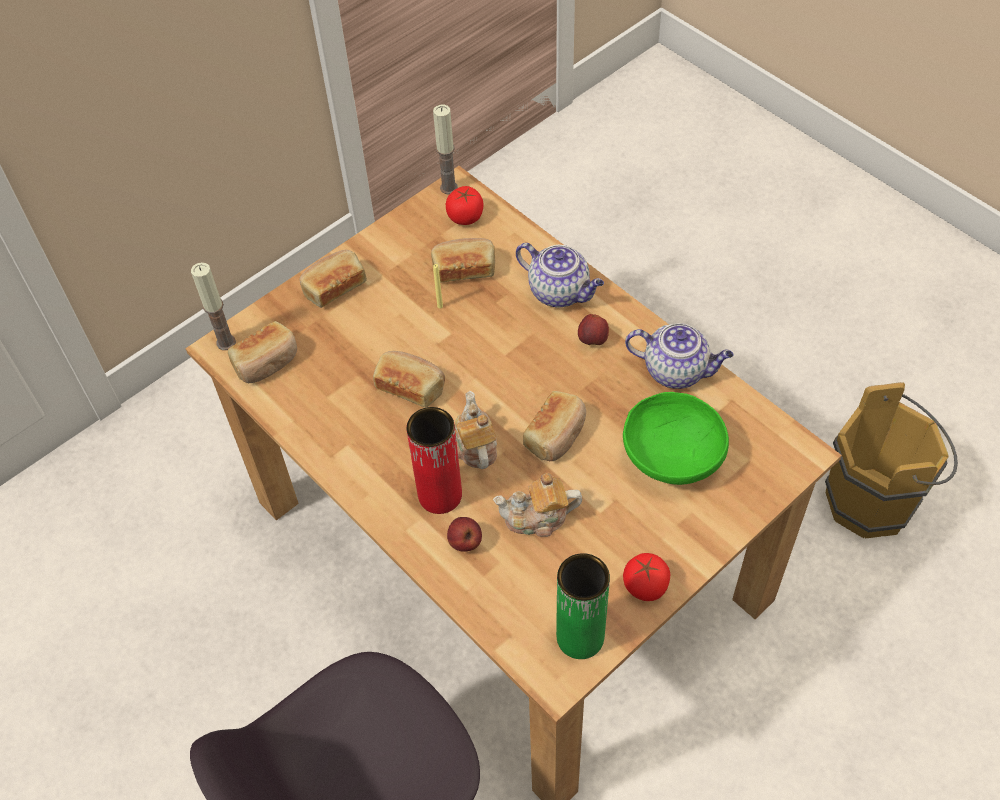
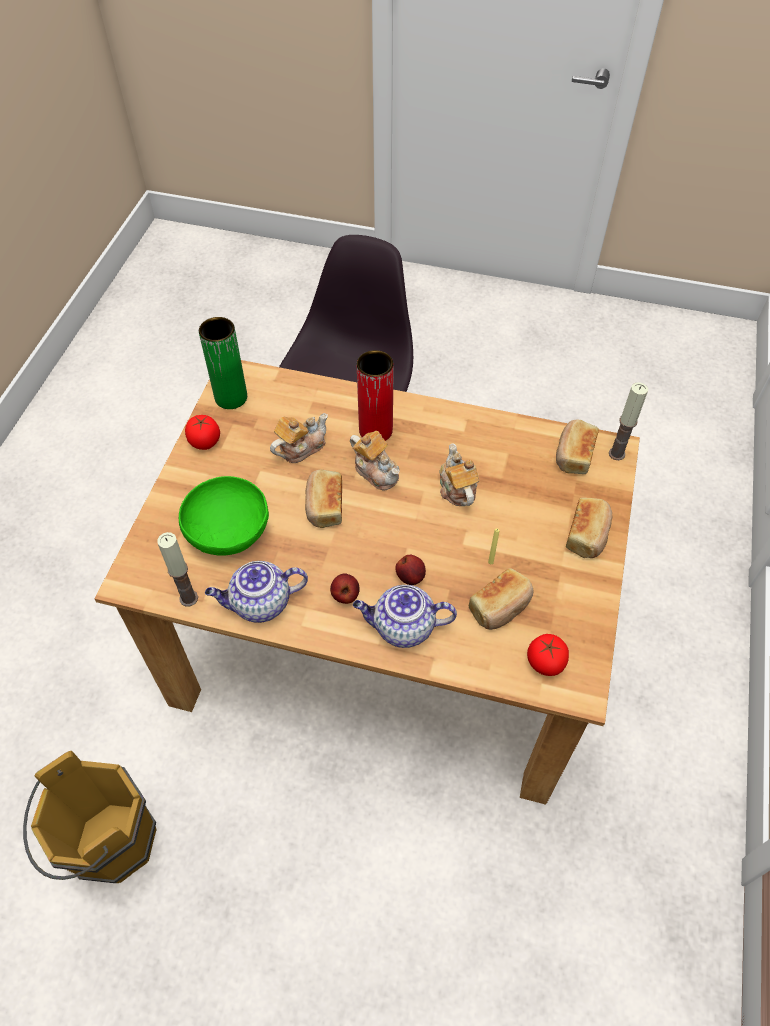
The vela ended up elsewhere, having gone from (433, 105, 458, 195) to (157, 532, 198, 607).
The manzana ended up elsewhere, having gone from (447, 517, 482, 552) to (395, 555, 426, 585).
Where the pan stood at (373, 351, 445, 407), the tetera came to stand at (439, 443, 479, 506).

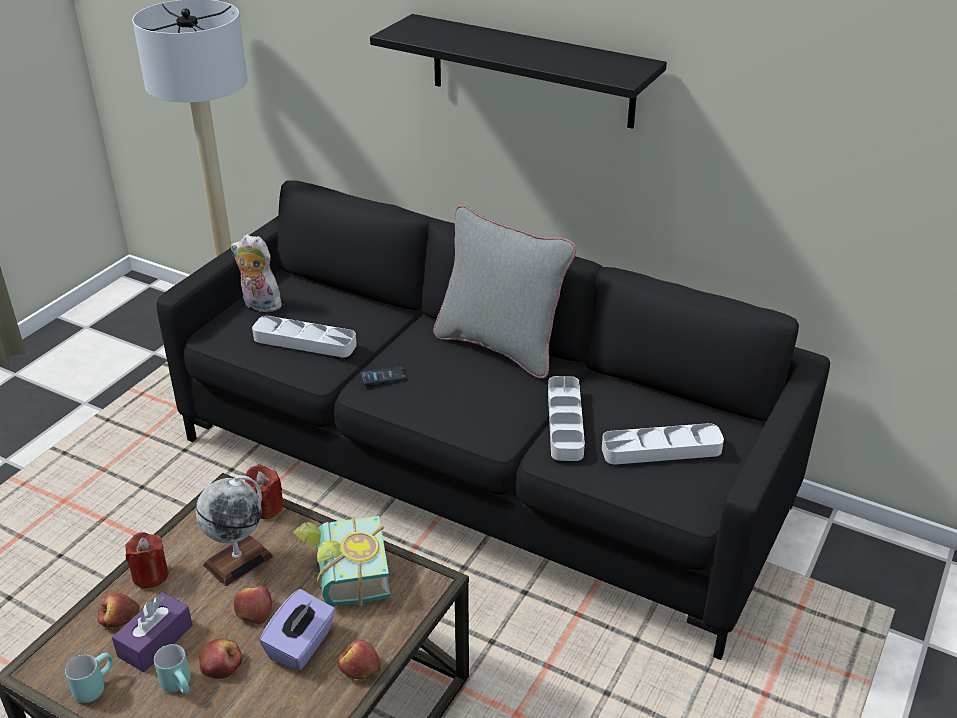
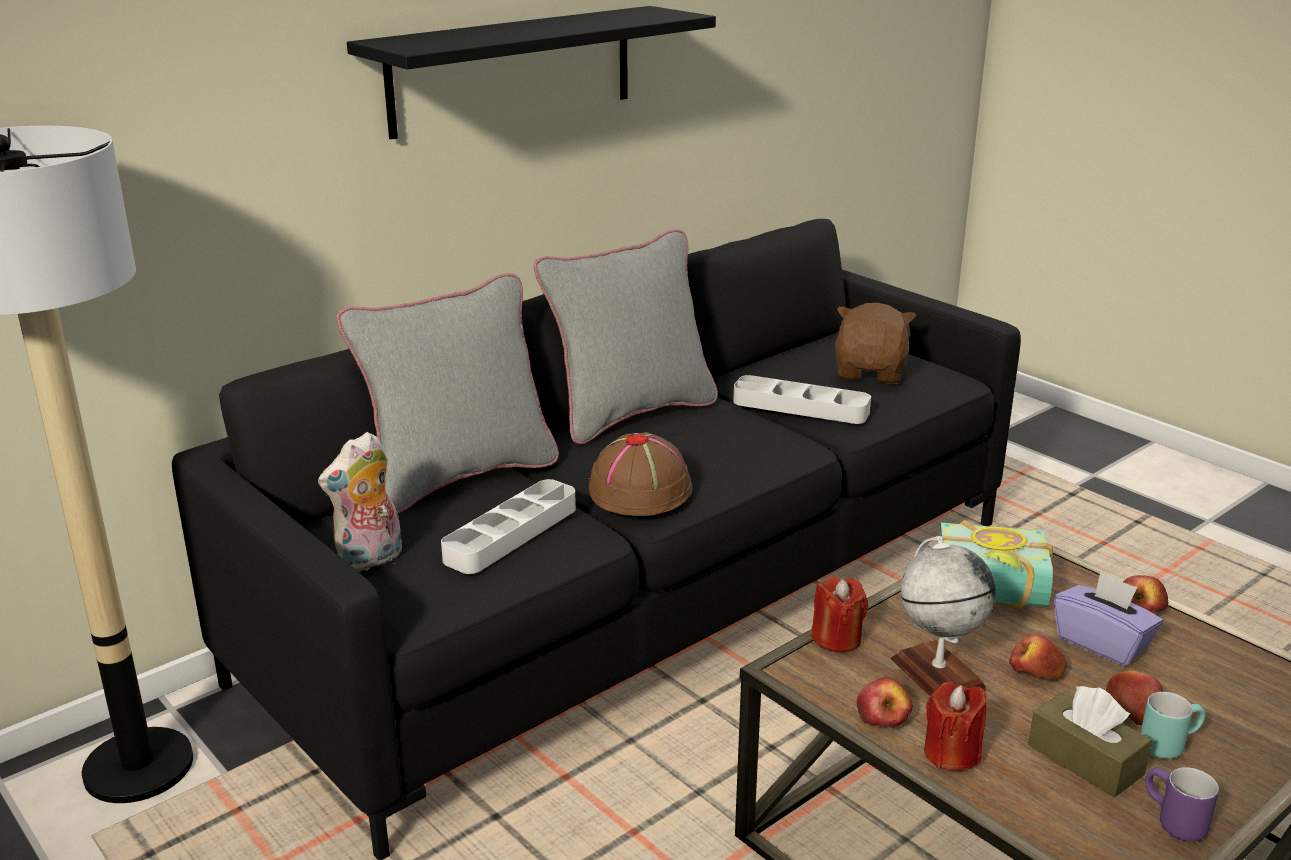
The second view gained the cojín (gris) at (336, 273, 559, 513).
The manzana ended up elsewhere, having gone from (98, 593, 140, 627) to (857, 677, 913, 727).
Where the móvil stood at (360, 366, 406, 385), the sombrero (marrón) came to stand at (589, 432, 693, 516).
Where the bandeja (gris) stood at (602, 423, 724, 465), the peluche (marrón) came to stand at (835, 303, 916, 384).
What was the taza grande (turquesa) at (65, 652, 113, 703) turned into the taza grande (morado) at (1145, 767, 1219, 842).
What was the caja de pañuelos (morado) at (112, 592, 193, 672) turned into the caja de pañuelos (marrón) at (1028, 686, 1152, 797).

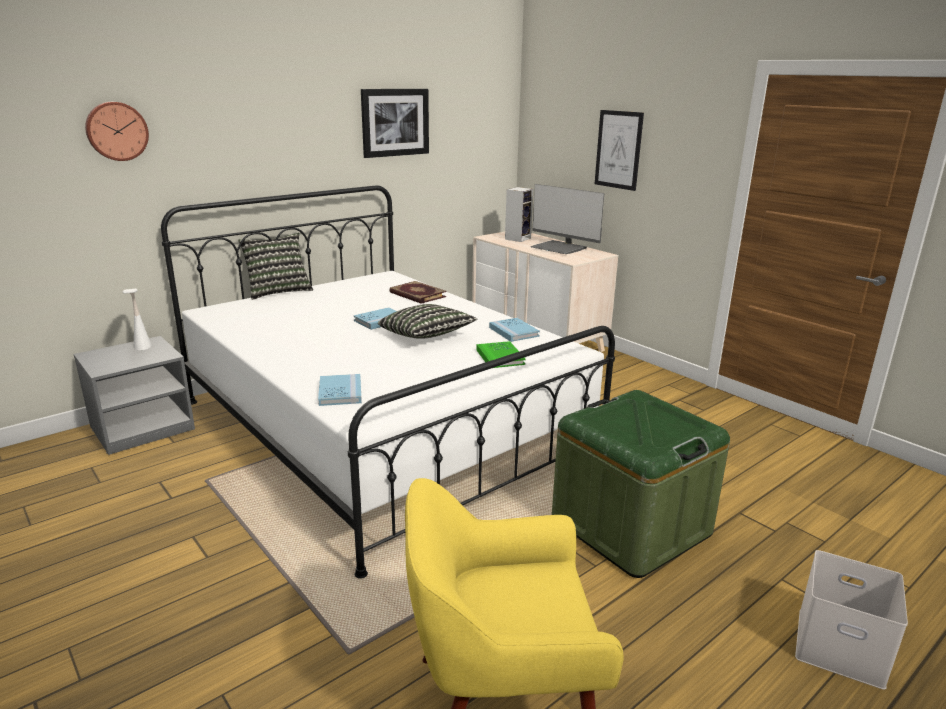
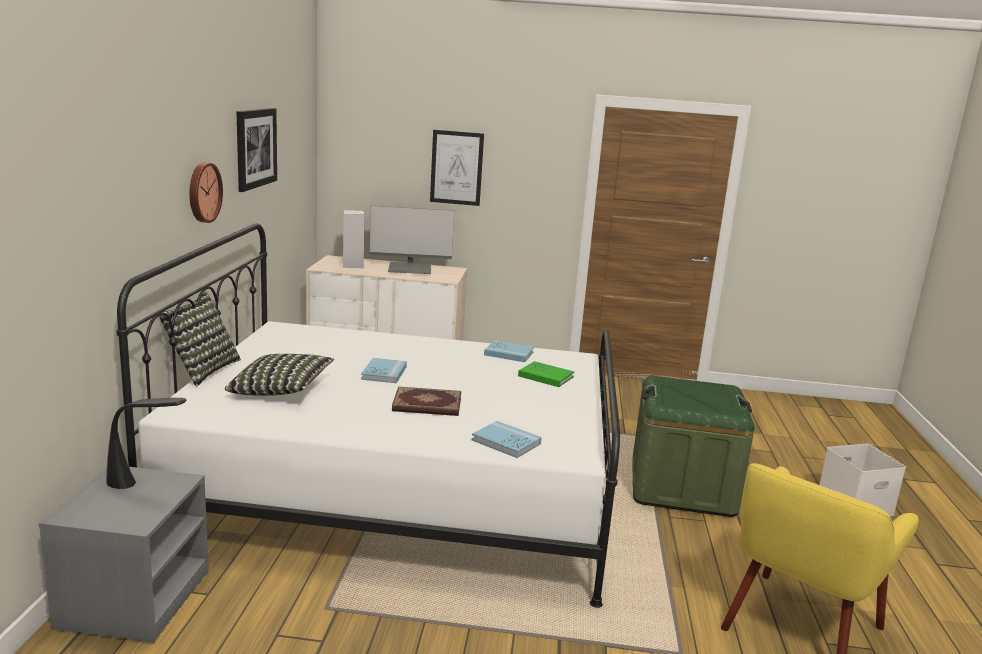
The reloj de pared ended up elsewhere, having gone from (85, 102, 149, 161) to (189, 162, 223, 223).
The cojín ended up elsewhere, having gone from (378, 304, 478, 339) to (225, 354, 334, 396).
The libro ended up elsewhere, having gone from (389, 281, 446, 304) to (392, 386, 461, 416).
What was the lámpara de mesa (blanco) at (123, 289, 152, 350) turned into the lámpara de mesa (negro) at (106, 398, 187, 489).

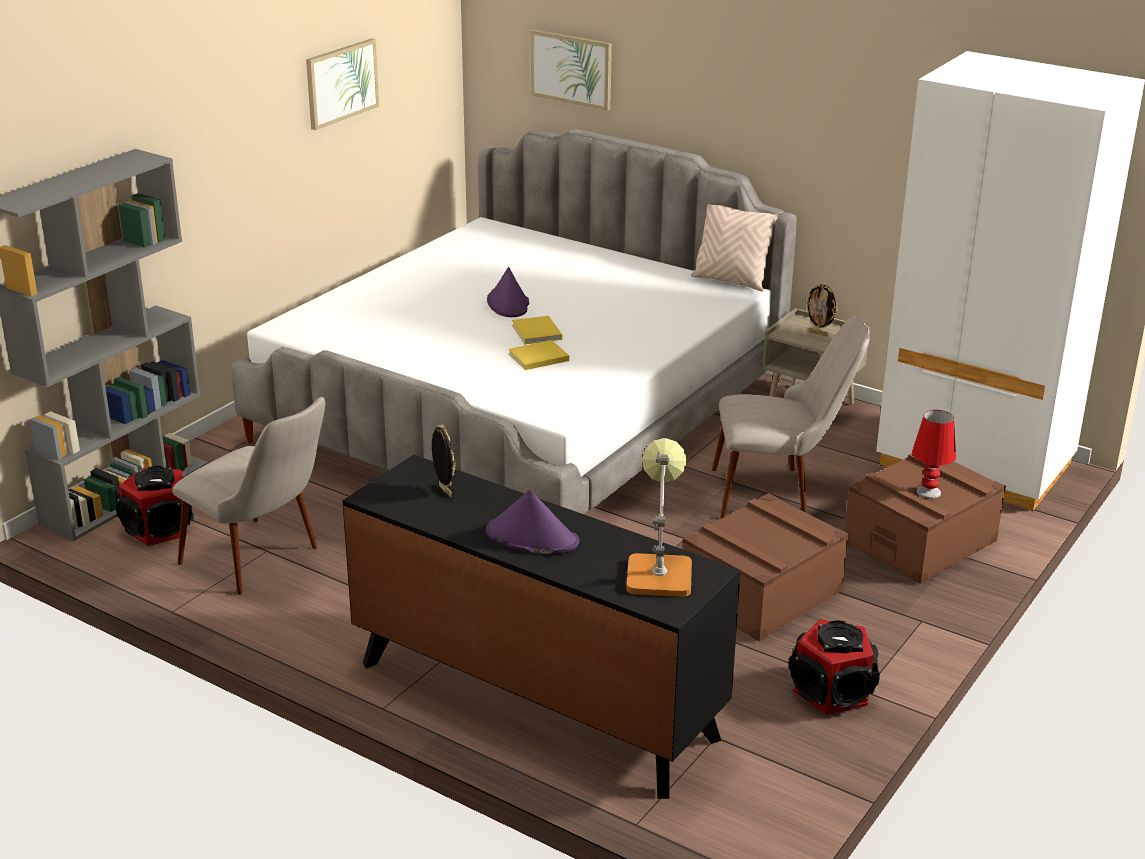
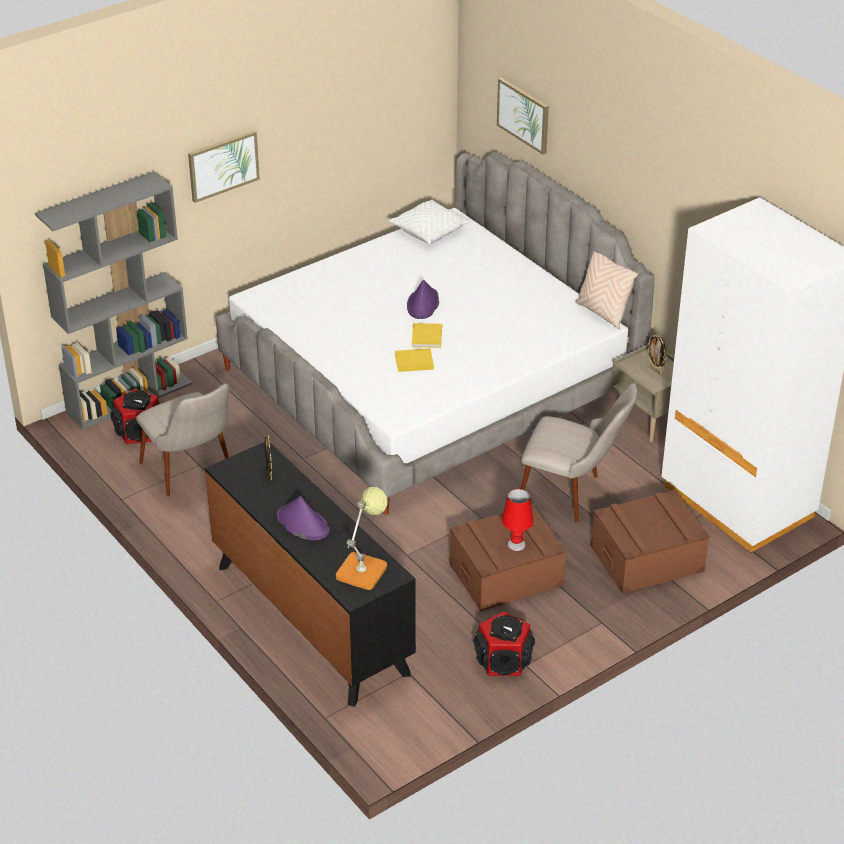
The second view gained the cojín (blanco) at (389, 199, 471, 244).
The cuadro ended up elsewhere, having gone from (306, 38, 379, 130) to (188, 130, 260, 203).
The lámpara de mesa (rojo) ended up elsewhere, having gone from (912, 410, 956, 498) to (502, 489, 534, 551).

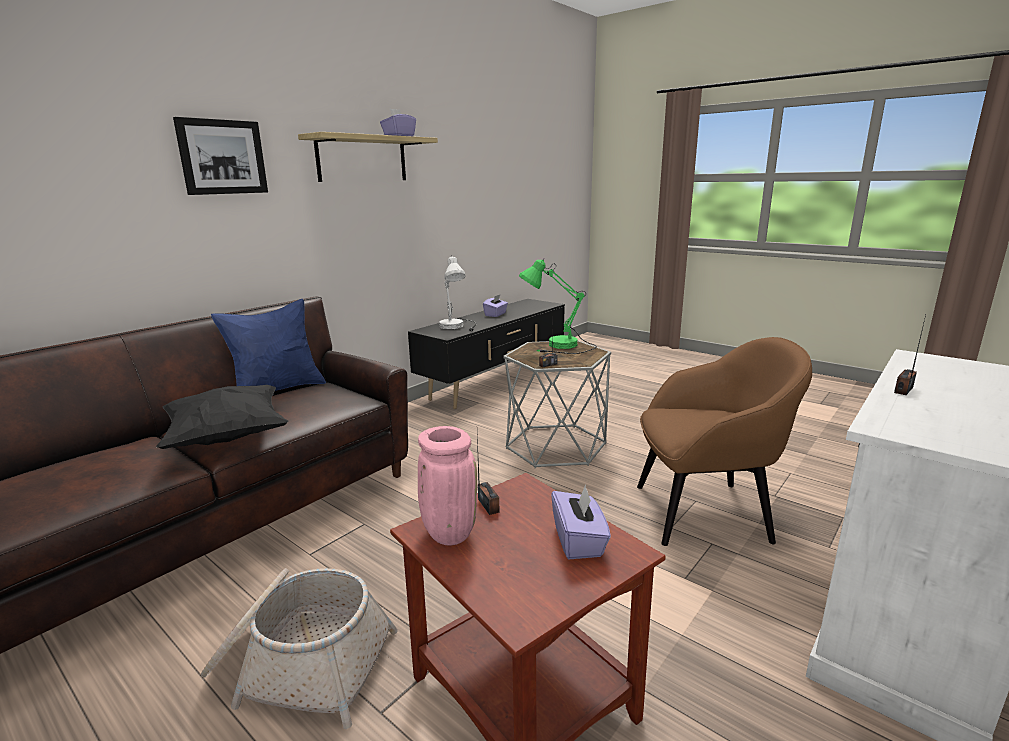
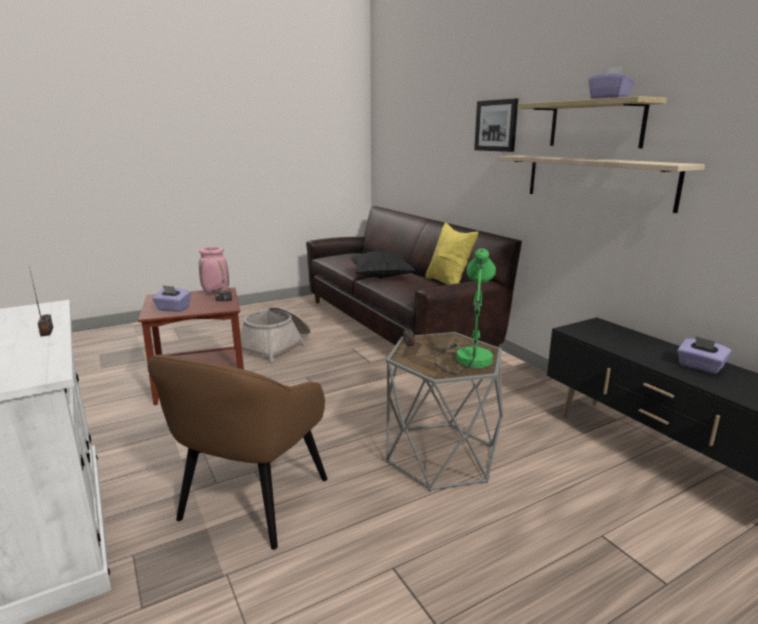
The second view lost the lámpara de mesa (blanco) at (439, 255, 477, 331).
The second view gained the estante (beis) at (500, 155, 705, 213).
What was the cojín (azul) at (211, 299, 326, 391) turned into the cojín (amarillo) at (425, 222, 478, 285).

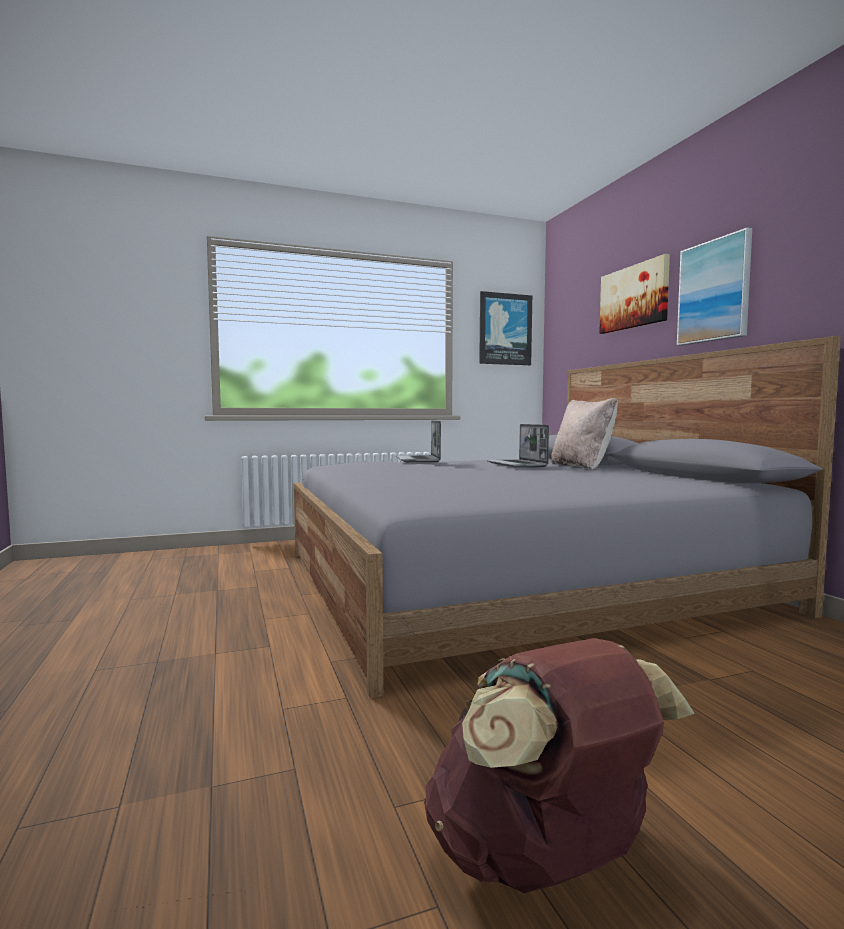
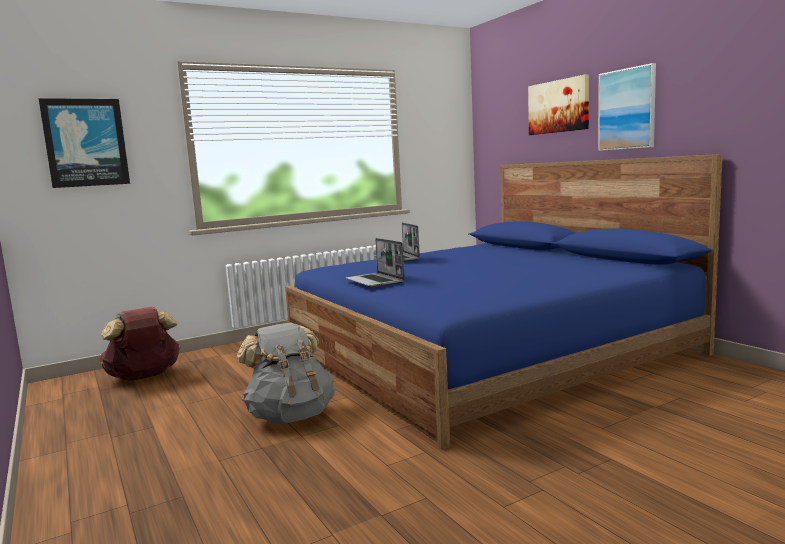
The second view lost the cojín (beis) at (551, 398, 618, 470).
The second view gained the mochila (gris) at (237, 322, 335, 424).
The mochila (marrón) ended up elsewhere, having gone from (424, 638, 695, 893) to (99, 307, 180, 380).
The cuadro ended up elsewhere, having gone from (479, 291, 532, 365) to (39, 98, 130, 188).
The portátil ended up elsewhere, having gone from (487, 424, 549, 468) to (345, 238, 405, 287).
What was the cama (gris) at (294, 336, 841, 698) turned into the cama (azul) at (285, 154, 723, 450).

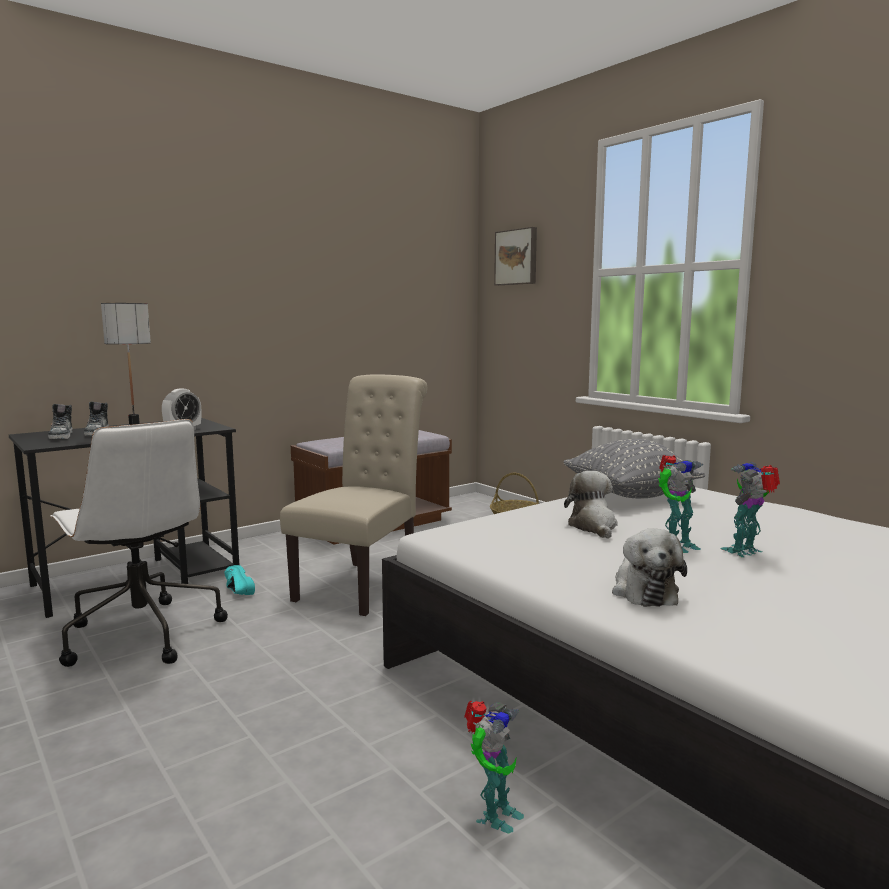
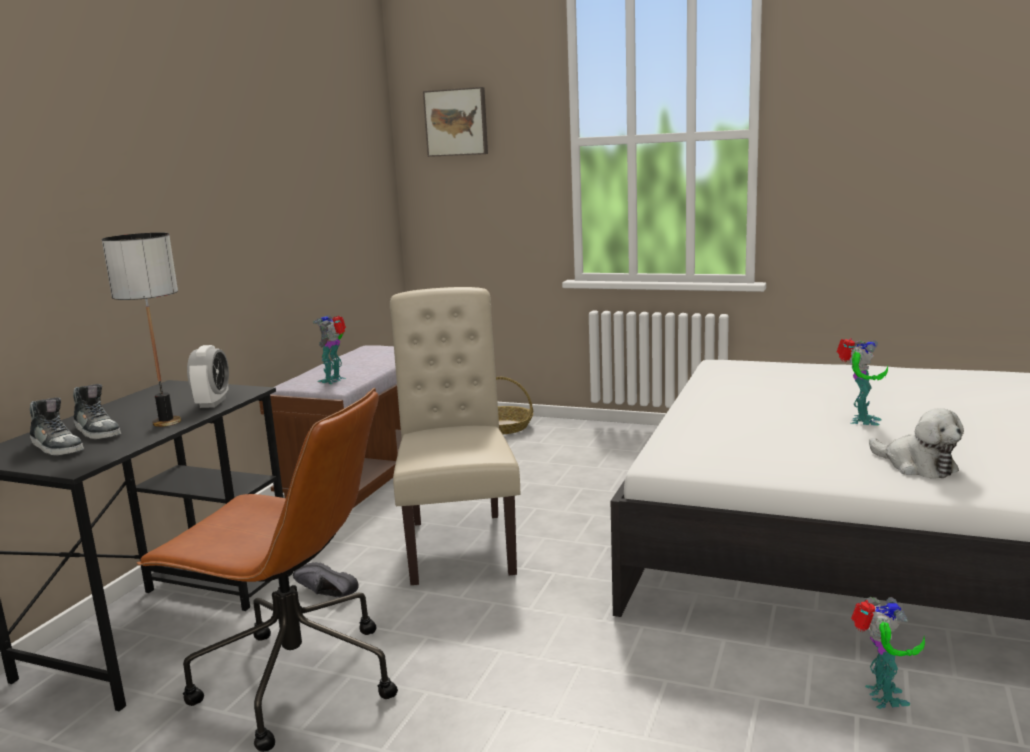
The second view lost the cojín (gris) at (563, 439, 705, 498).
The second view lost the peluche at (564, 471, 618, 539).
The robot de juguete ended up elsewhere, having gone from (721, 462, 780, 557) to (313, 315, 346, 384).
What was the silla de oficina (blanco) at (50, 419, 228, 667) turned into the silla de oficina (marrón) at (136, 388, 398, 752).
What was the zapato (turquesa) at (224, 565, 255, 595) turned into the zapato (negro) at (293, 562, 358, 597).

